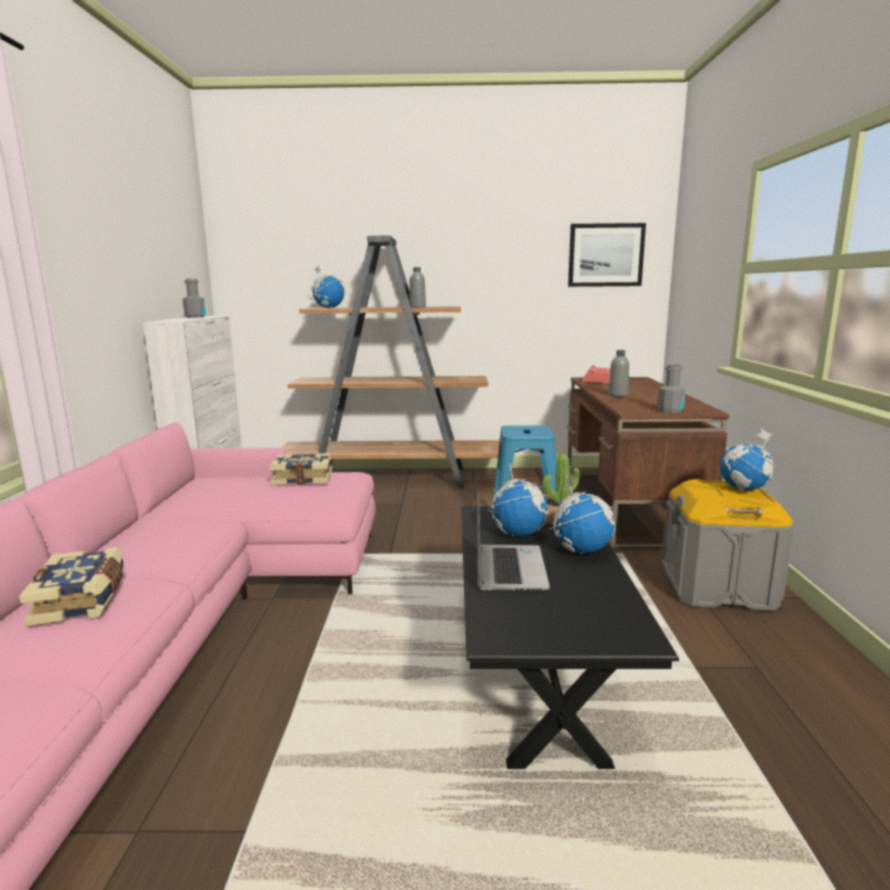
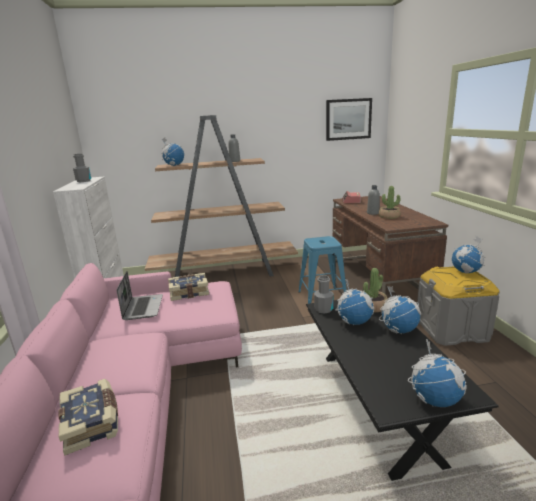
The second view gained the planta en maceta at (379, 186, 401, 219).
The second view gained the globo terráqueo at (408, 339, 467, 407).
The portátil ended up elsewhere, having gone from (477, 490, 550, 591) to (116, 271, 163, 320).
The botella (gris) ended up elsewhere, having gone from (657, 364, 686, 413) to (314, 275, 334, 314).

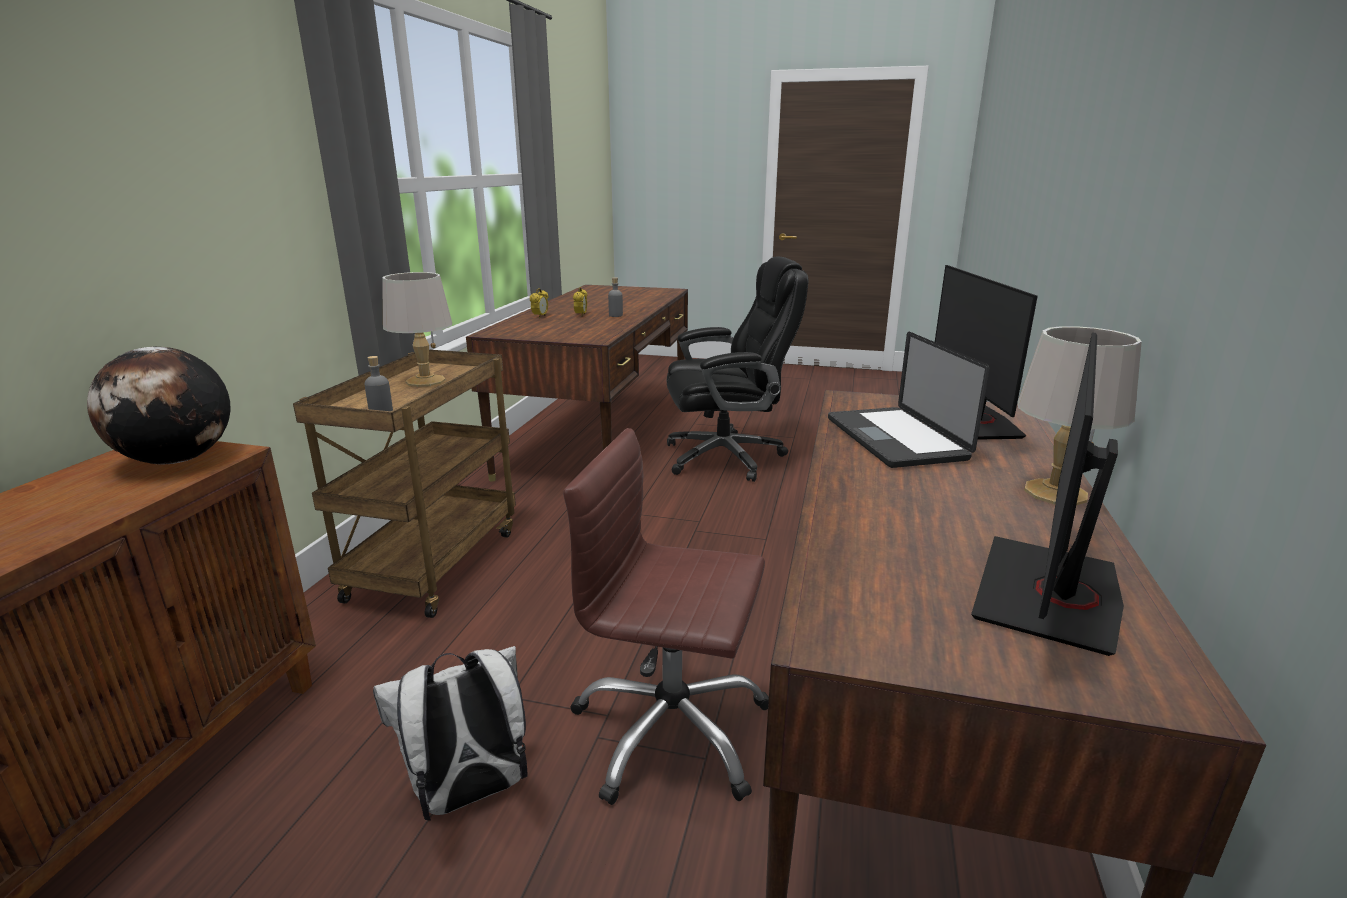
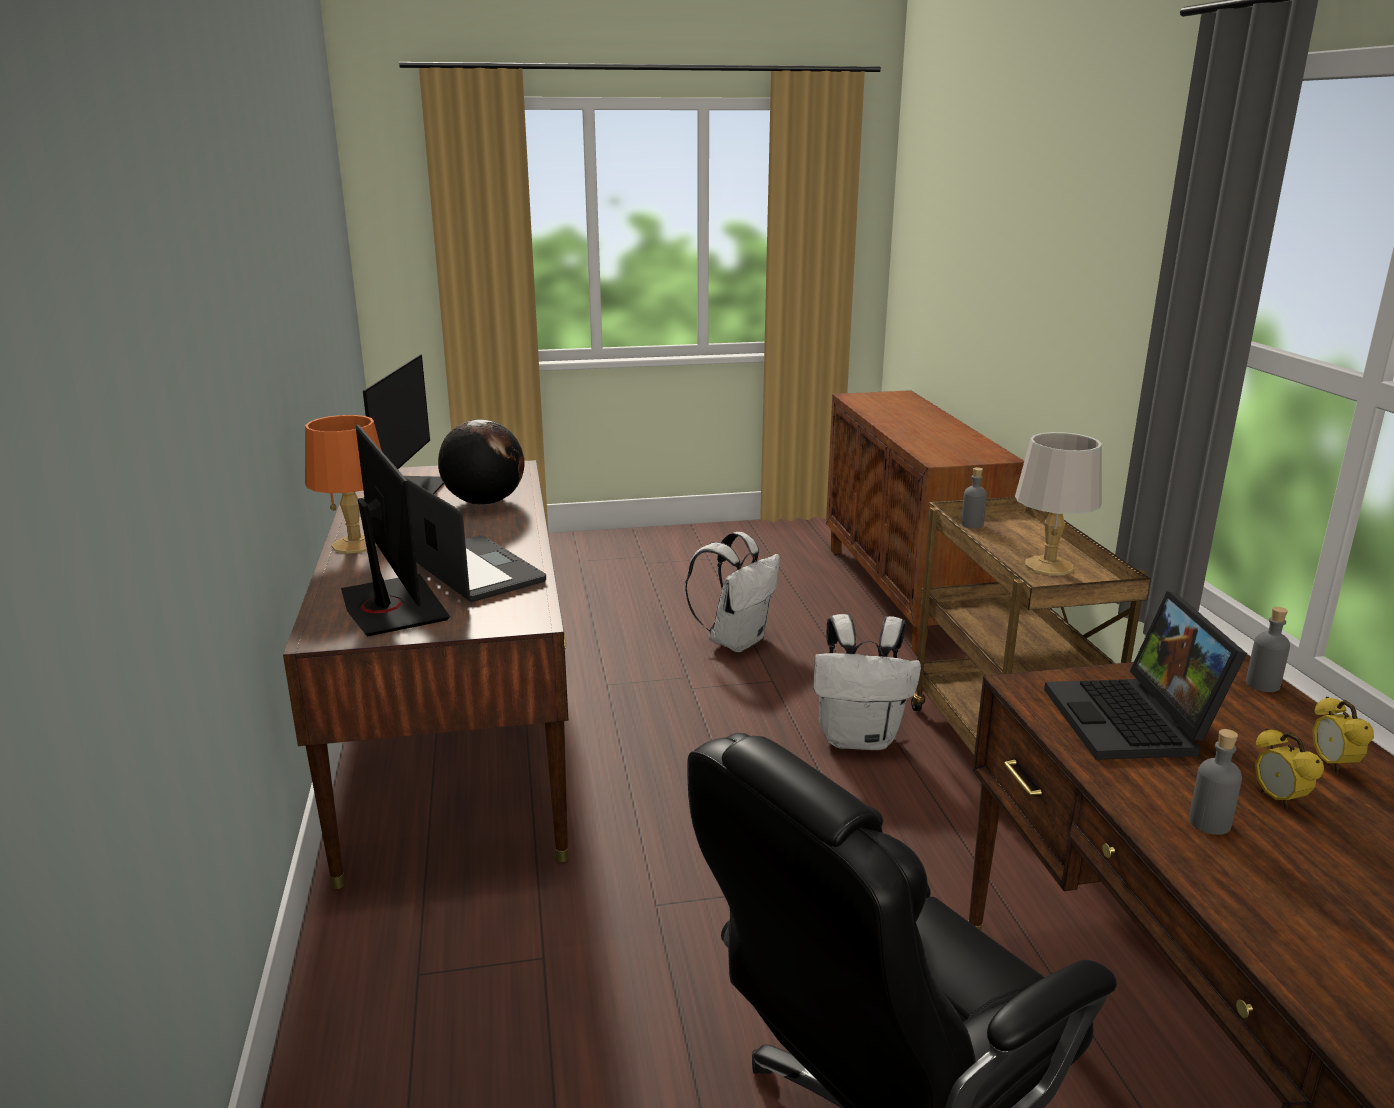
The second view lost the silla de oficina (marrón) at (563, 428, 769, 805).
The second view gained the mochila (blanco) at (813, 614, 921, 750).
The second view gained the portátil at (1044, 591, 1247, 760).
The second view gained the botella (gris) at (1246, 607, 1290, 692).
The globo terráqueo ended up elsewhere, having gone from (87, 347, 231, 464) to (438, 419, 524, 505).
What was the lámpara de mesa (gris) at (1018, 326, 1142, 505) turned into the lámpara de mesa (naranja) at (305, 415, 382, 554).

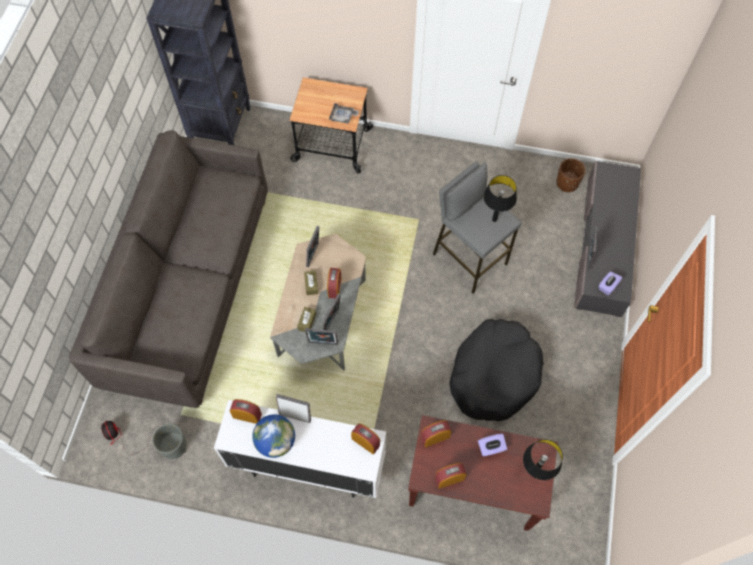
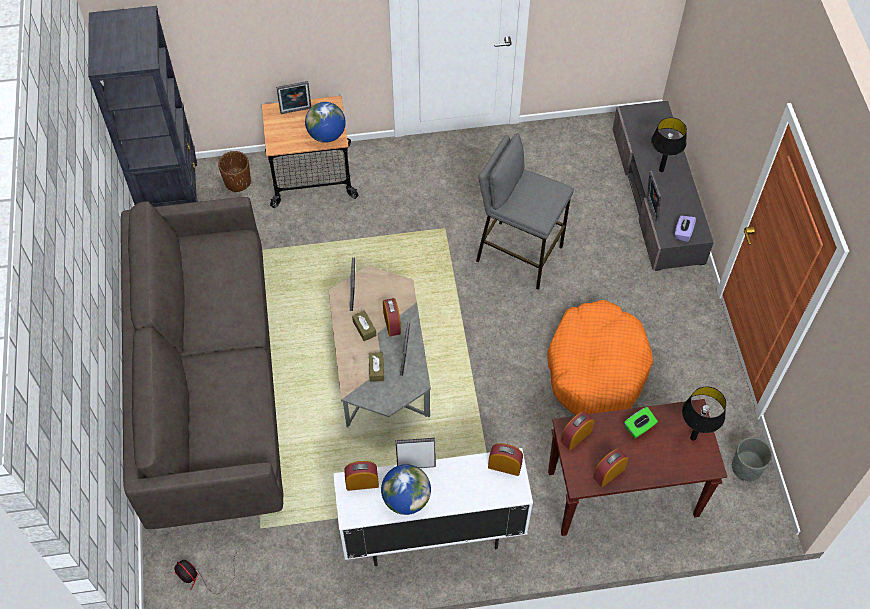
The maceta (gris) ended up elsewhere, having gone from (152, 424, 187, 459) to (732, 437, 773, 481).
The portarretratos ended up elsewhere, having gone from (305, 328, 338, 345) to (276, 81, 311, 114).
The lámpara de mesa (negro) ended up elsewhere, having gone from (483, 175, 517, 222) to (651, 117, 687, 172).
The maceta (marrón) ended up elsewhere, having gone from (556, 158, 586, 192) to (218, 151, 251, 192).
Where the bandeja (gris) stood at (329, 103, 359, 124), the globo terráqueo came to stand at (305, 102, 346, 143).
What was the cama para perro (negro) at (449, 319, 544, 421) turned into the cama para perro (naranja) at (547, 300, 653, 415).
What was the caja de pañuelos (morado) at (478, 434, 507, 456) turned into the caja de pañuelos (verde) at (624, 407, 658, 438).

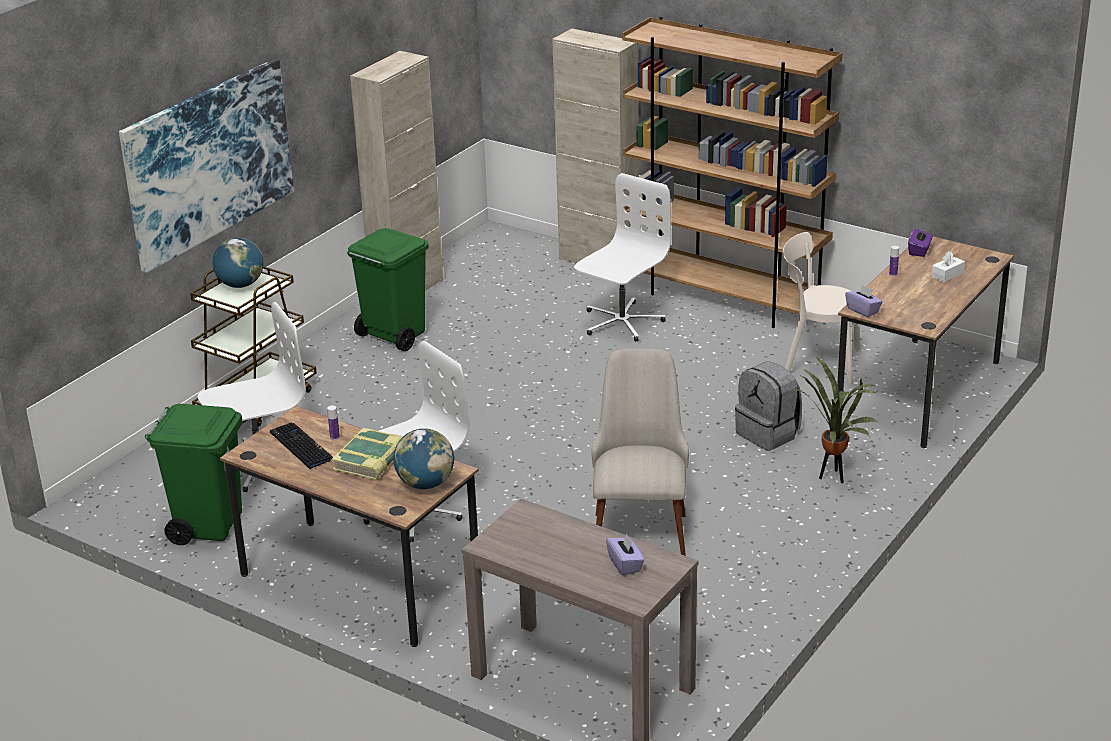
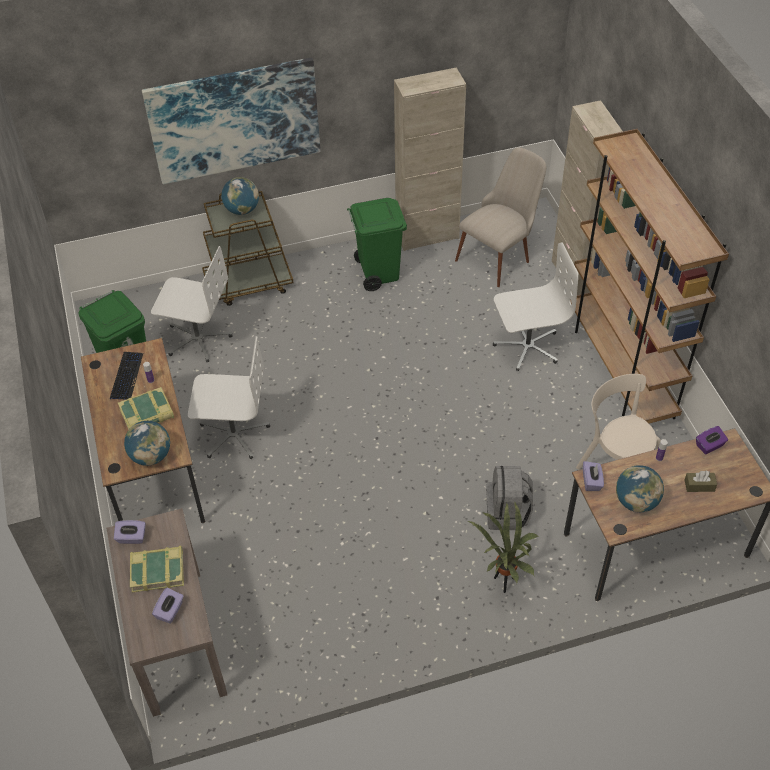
The second view gained the caja de pañuelos (morado) at (114, 520, 146, 544).
The second view gained the libro at (130, 545, 184, 593).
The second view gained the globo terráqueo at (616, 465, 664, 512).
The silla (beis) ended up elsewhere, having gone from (591, 349, 689, 556) to (455, 147, 546, 287).
What was the caja de pañuelos (blanco) at (932, 251, 965, 282) turned into the caja de pañuelos (marrón) at (685, 471, 717, 492).

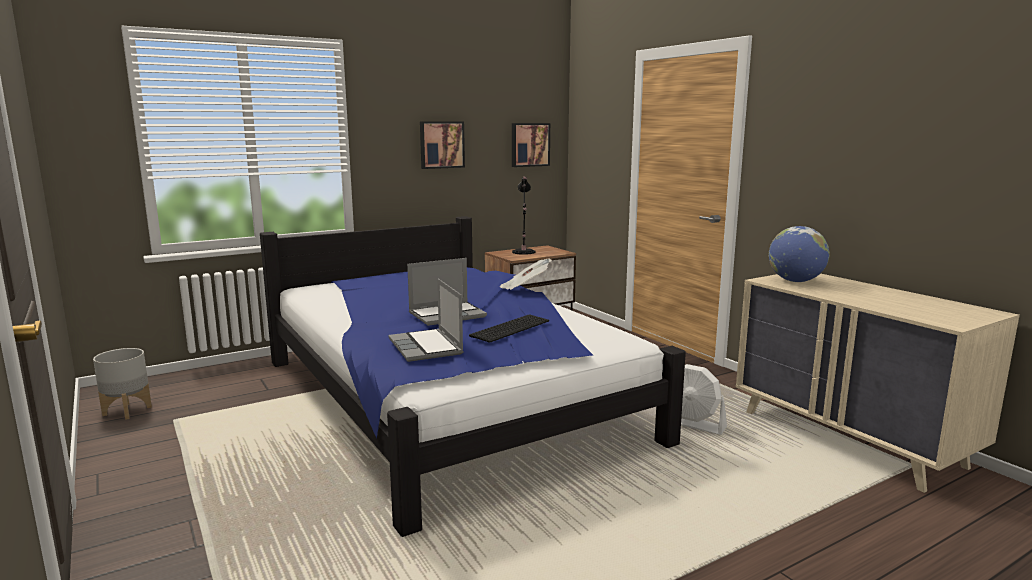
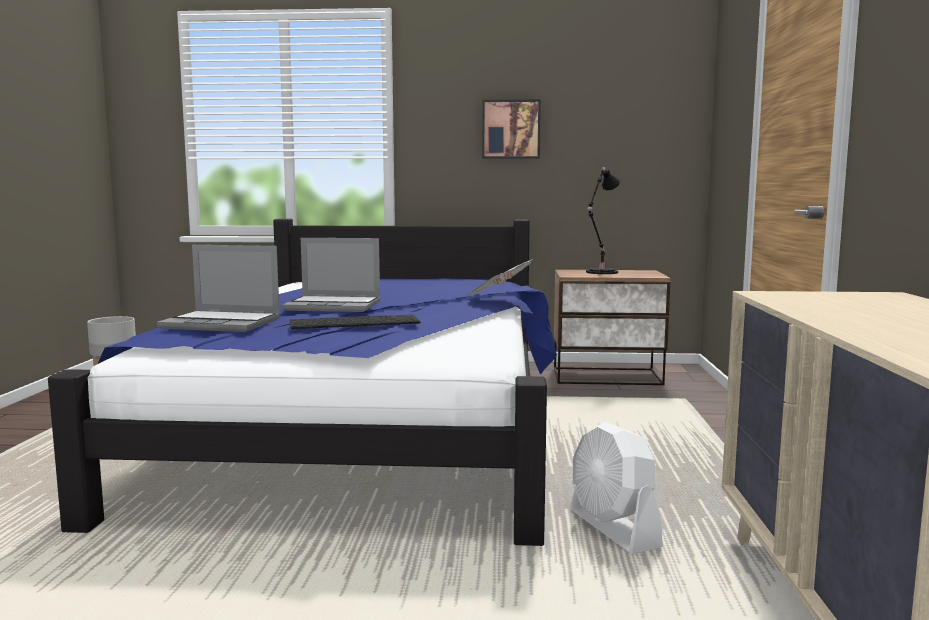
The second view lost the cuadro at (512, 123, 550, 167).
The second view lost the globo terráqueo at (769, 226, 830, 282).
The portátil at (388, 278, 464, 362) ended up facing another way, 90 degrees counterclockwise from before.

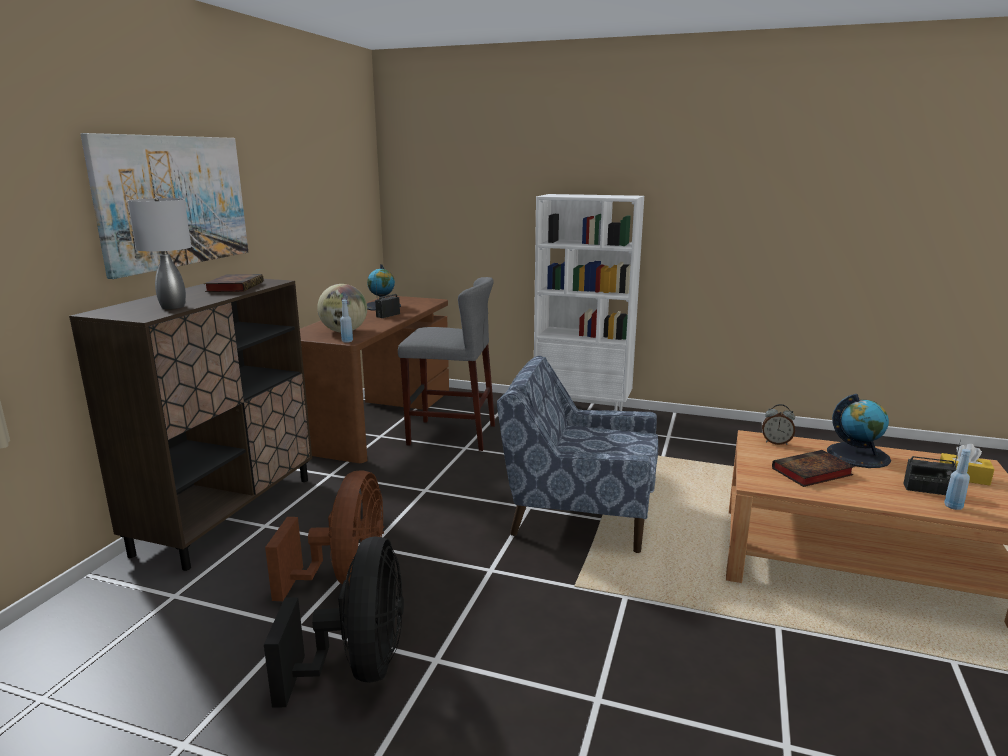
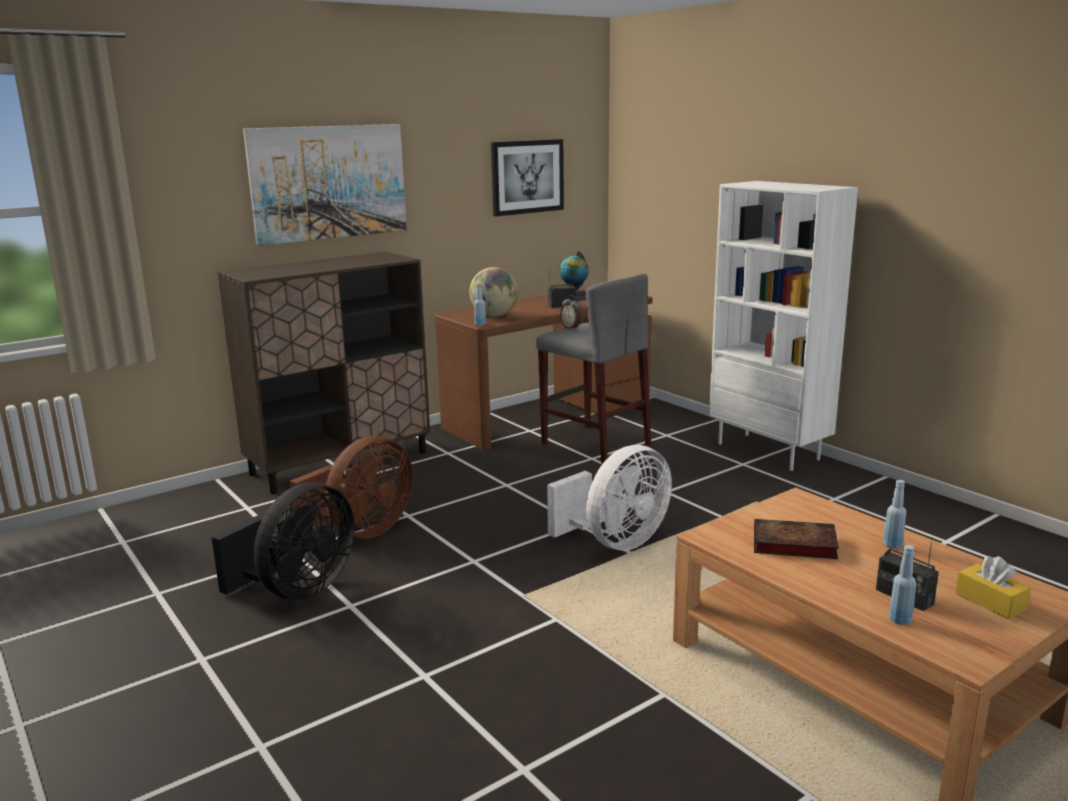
The second view lost the lámpara de mesa (gris) at (128, 198, 191, 309).
The second view lost the libro at (204, 274, 264, 292).
The second view gained the cuadro at (491, 139, 564, 216).
The despertador ended up elsewhere, having gone from (762, 404, 795, 445) to (560, 295, 581, 330).
Where the sillón (azul) stood at (497, 356, 658, 553), the ventilador (blanco) came to stand at (547, 445, 672, 551).
Where the globo terráqueo stood at (827, 394, 891, 468), the botella (azul) came to stand at (883, 480, 906, 549).

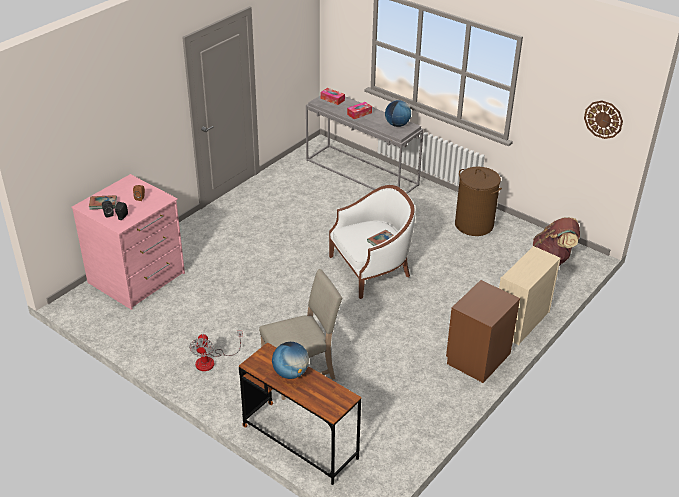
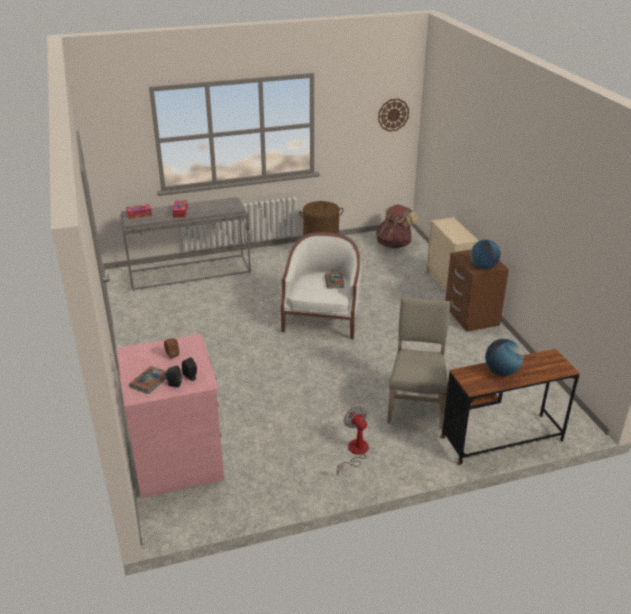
The globo terráqueo ended up elsewhere, having gone from (385, 100, 411, 127) to (471, 239, 501, 269).
The ventilador at (189, 331, 243, 371) ended up facing another way, 150 degrees counterclockwise from before.

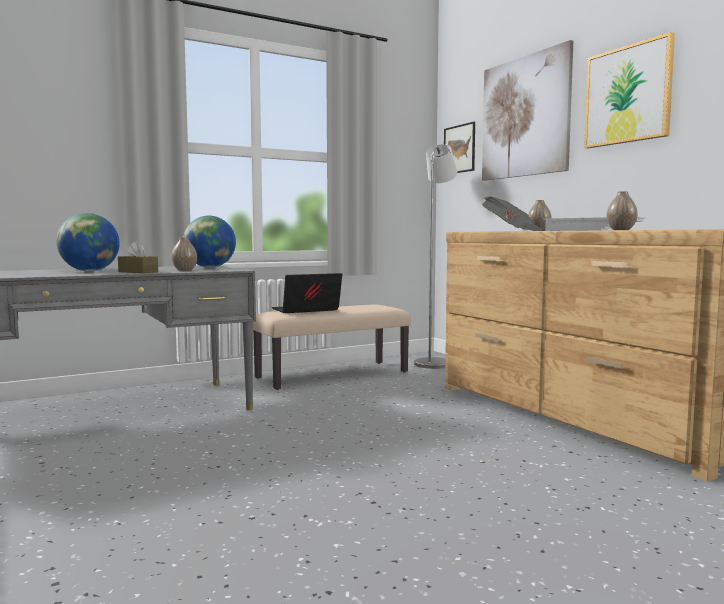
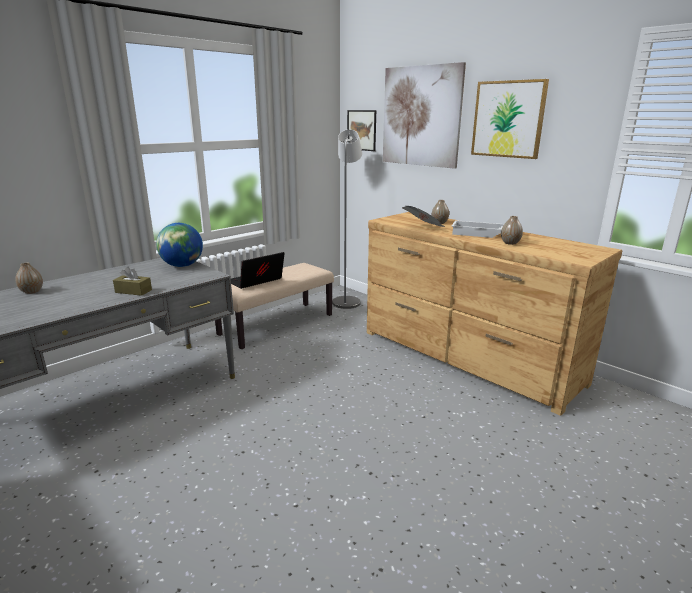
The second view lost the globo terráqueo at (56, 213, 120, 271).
The florero ended up elsewhere, having gone from (172, 237, 197, 271) to (16, 262, 43, 294).

